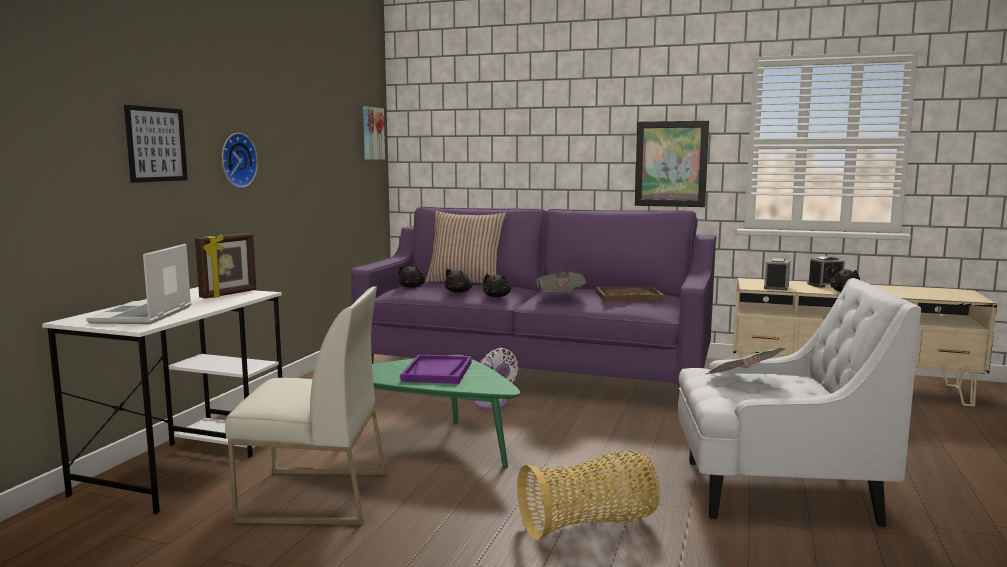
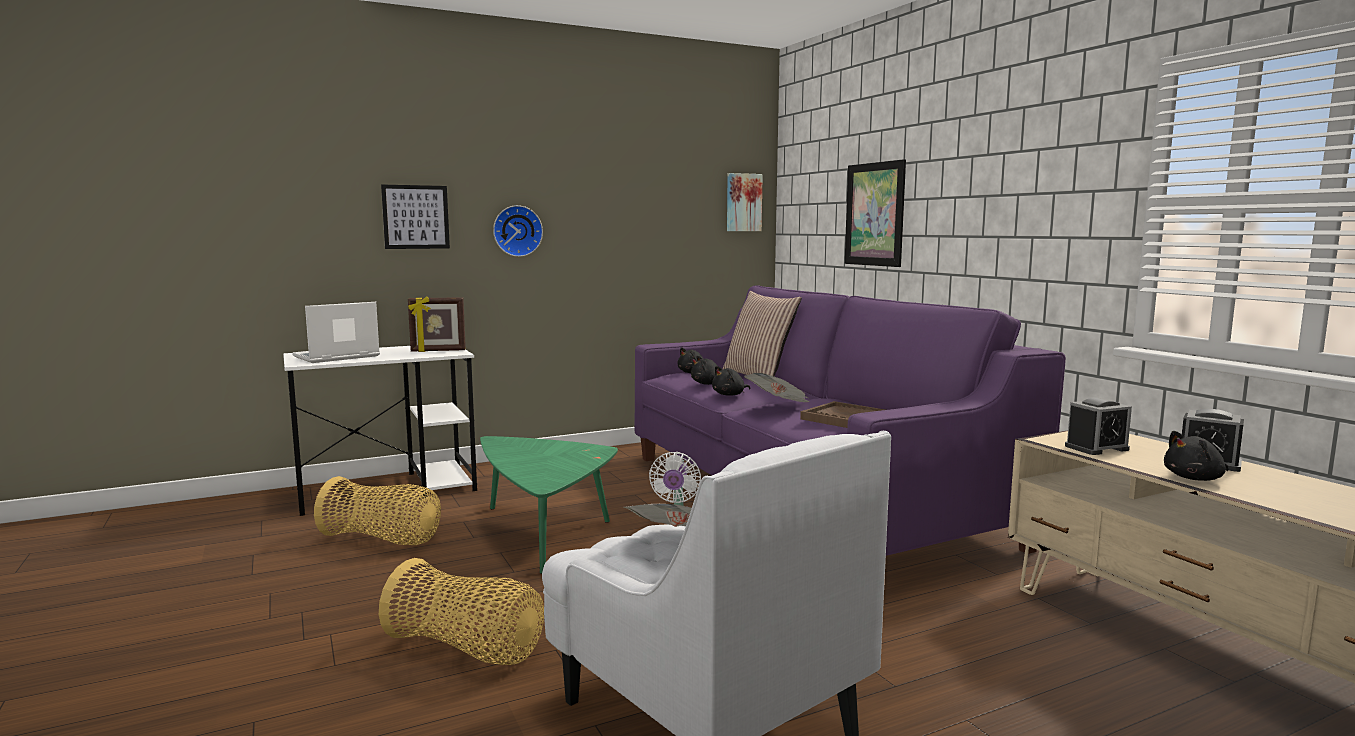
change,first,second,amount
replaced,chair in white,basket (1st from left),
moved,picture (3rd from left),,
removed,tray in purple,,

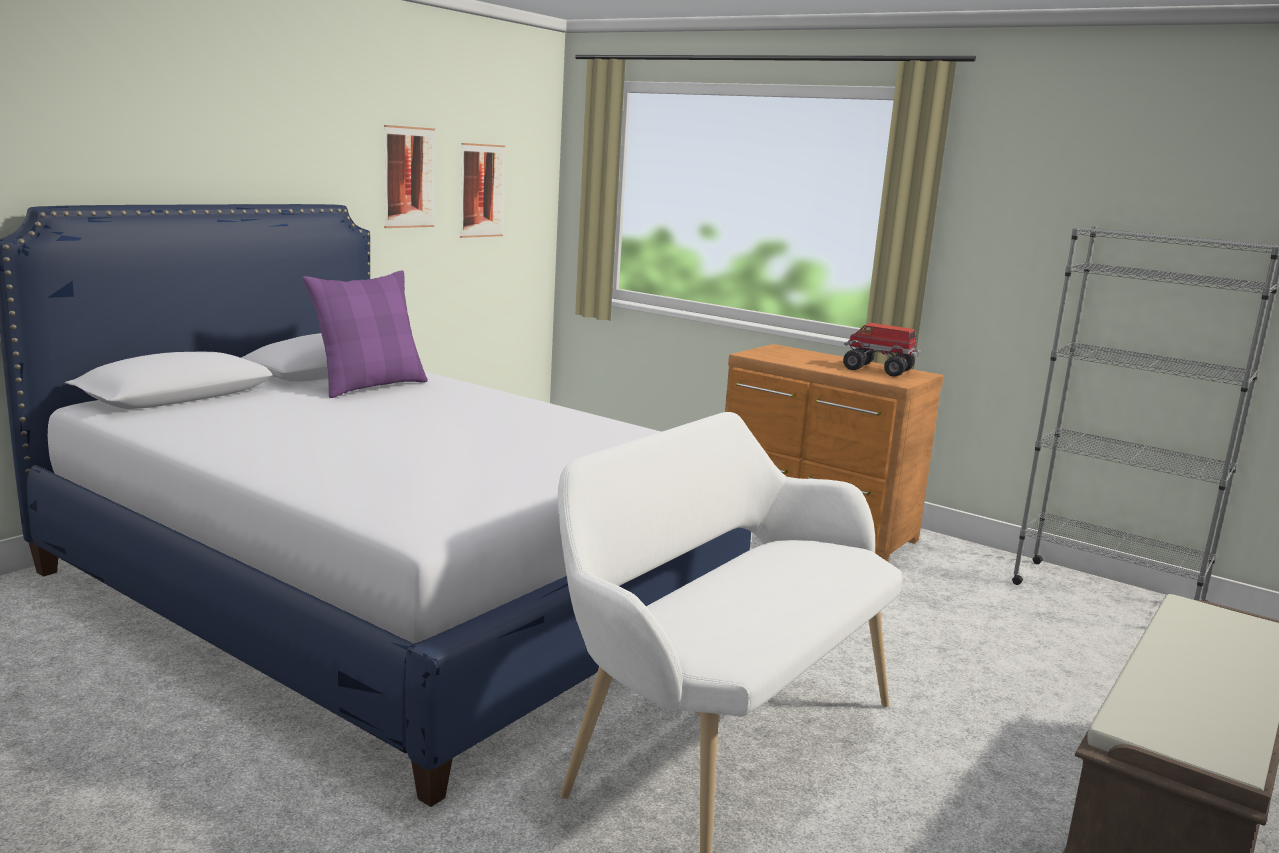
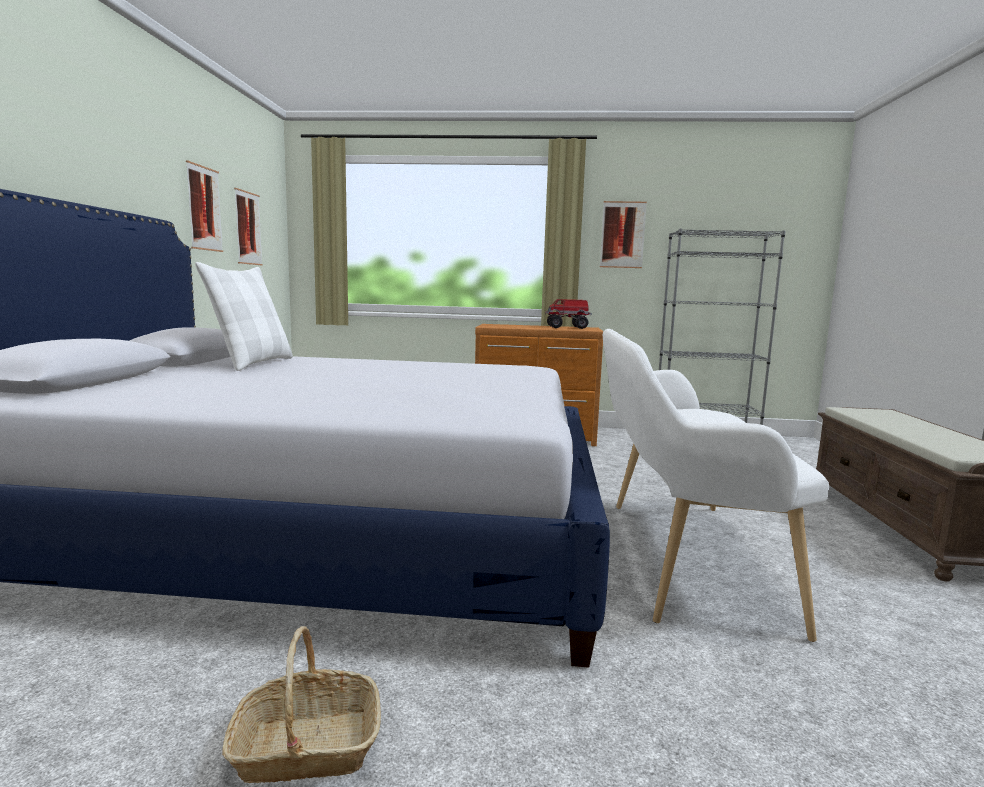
change,first,second,amount
recoloured,pillow in purple,pillow in white,
added,,basket,
added,,picture (3rd from left),

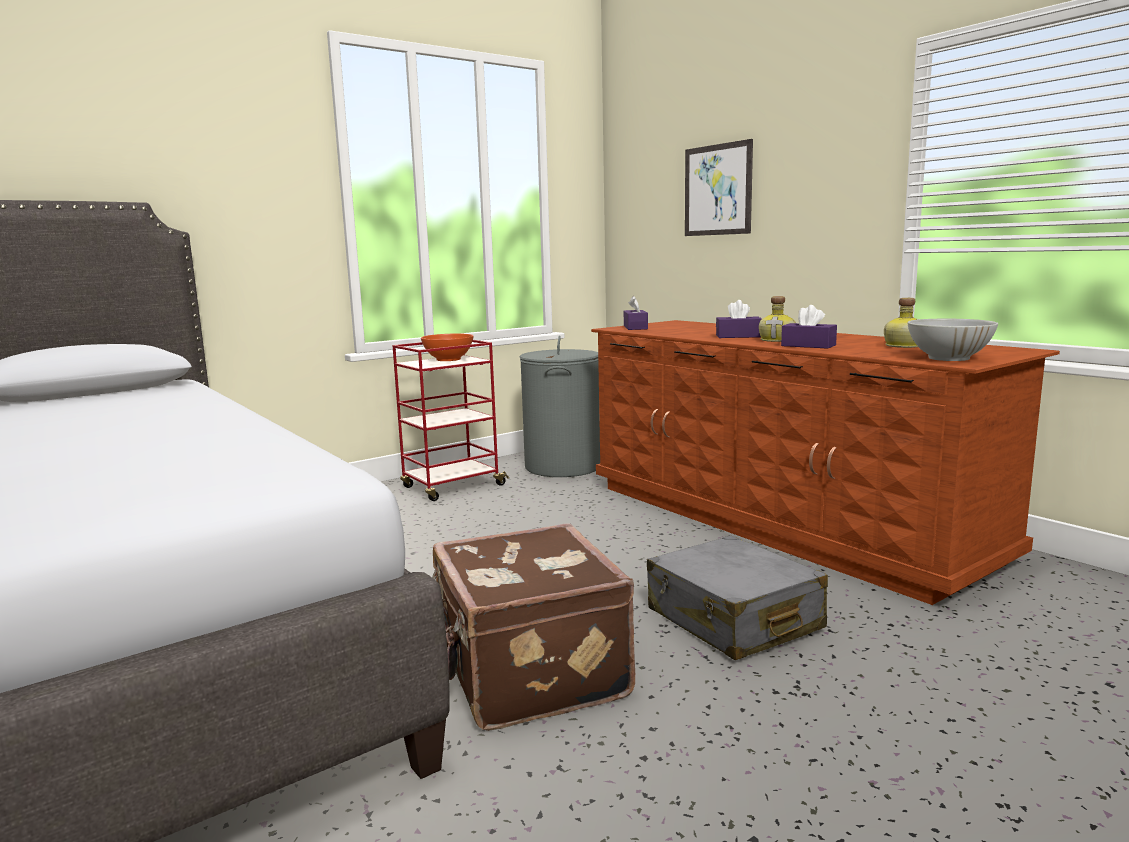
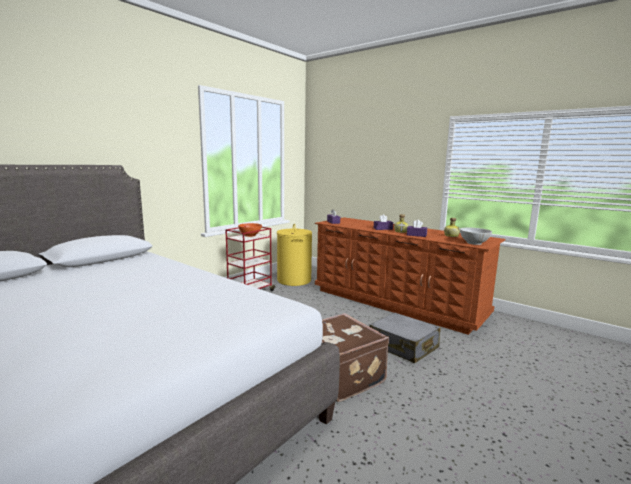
change,first,second,amount
recoloured,laundry basket in grey,laundry basket in yellow,
removed,picture,,

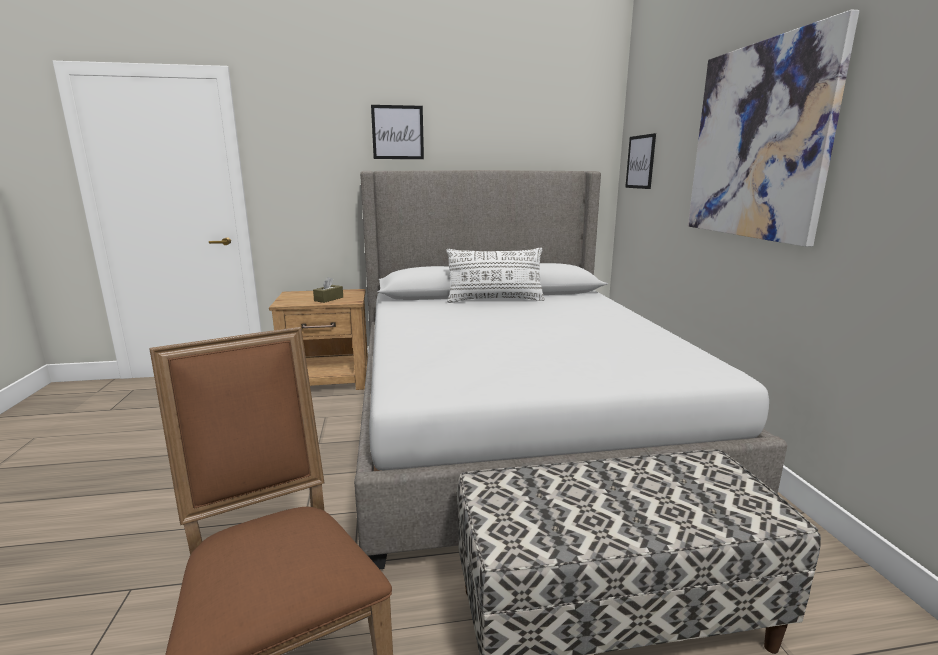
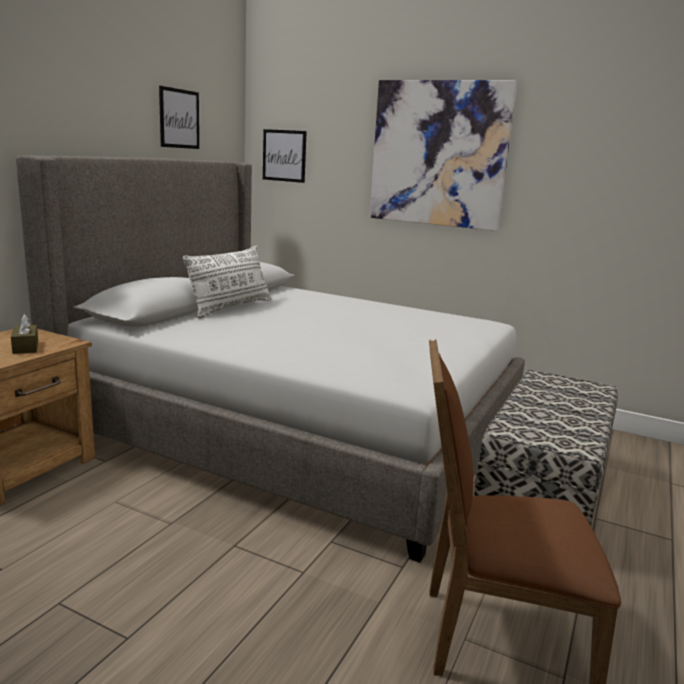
change,first,second,amount
moved,picture (1st from left),,

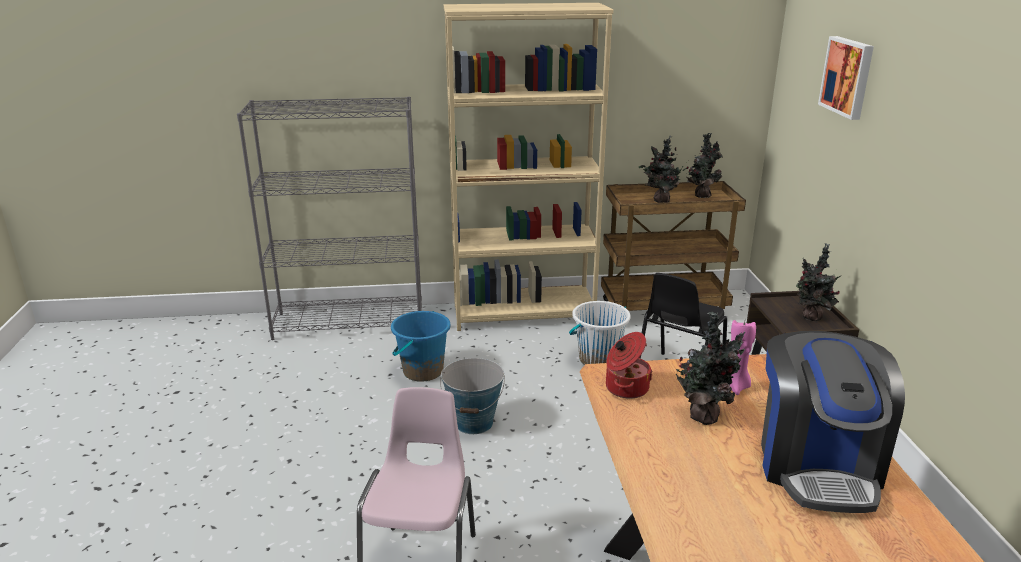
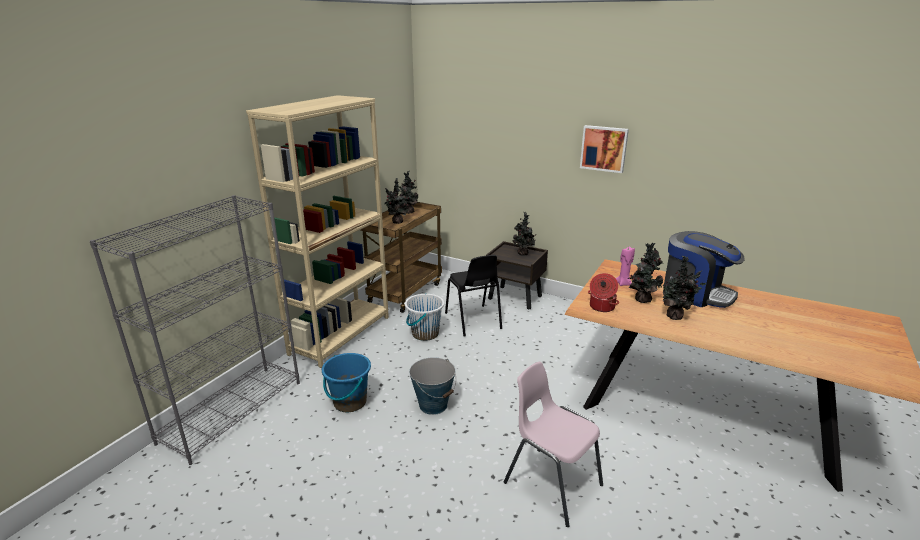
change,first,second,amount
moved,picture,,
added,,potted plant (5th from left),

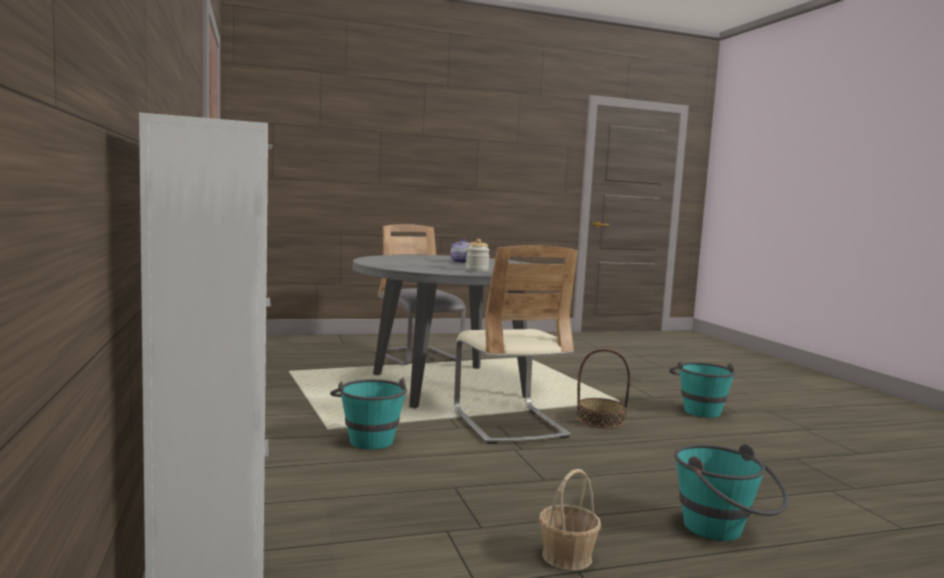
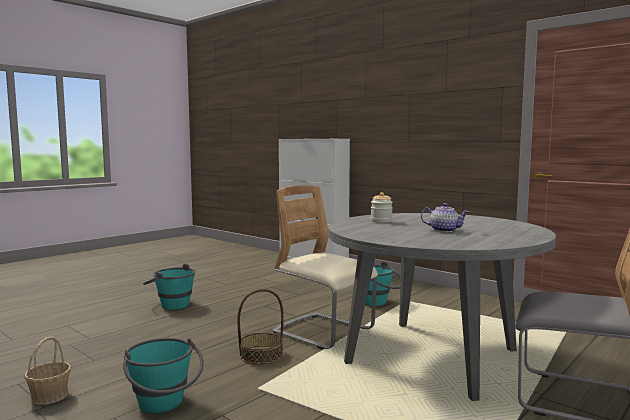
change,first,second,amount
moved,basket (1st from left),,

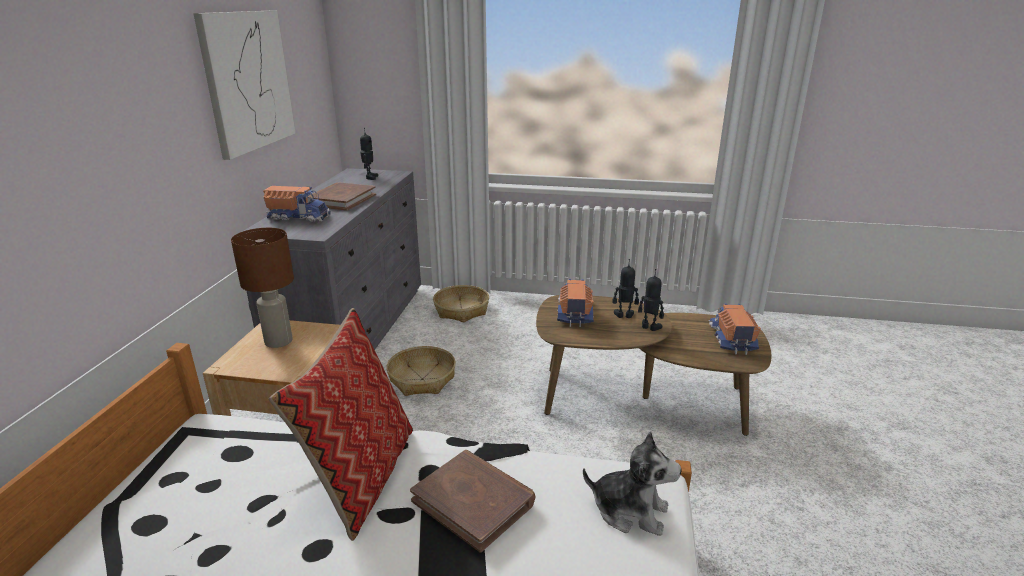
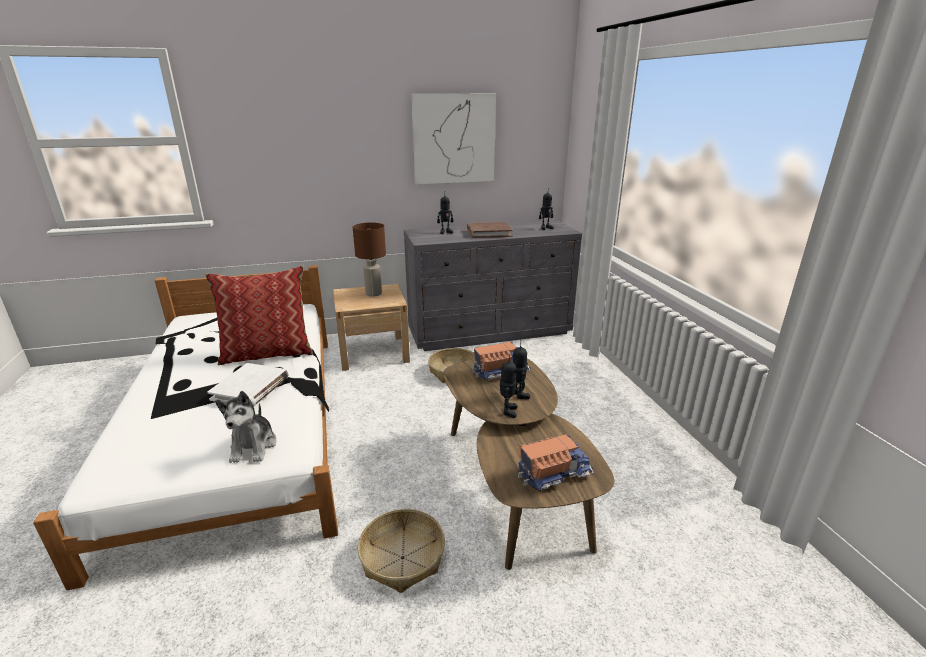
change,first,second,amount
recoloured,book in brown (2nd from left),book in white,
moved,basket (2nd from left in the first image),basket (1st from left),
replaced,toy truck (1st from left),toy robot (1st from left),

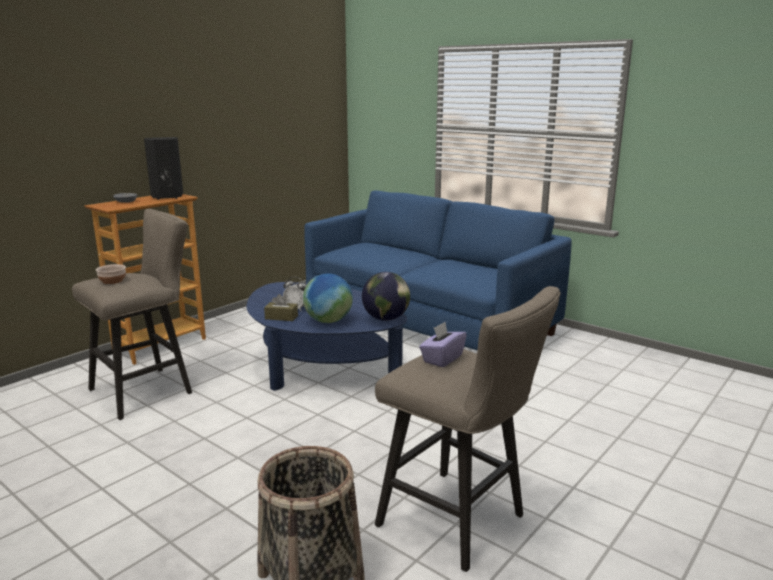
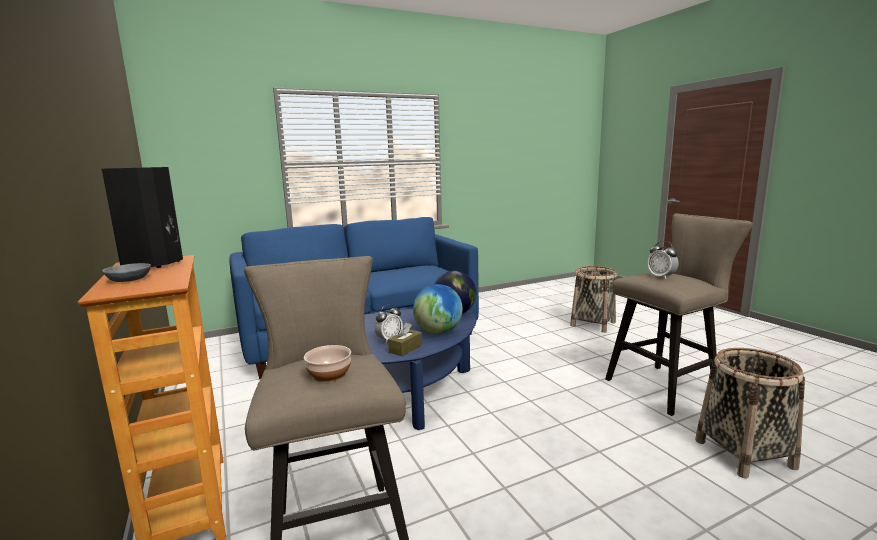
change,first,second,amount
added,,basket (1st from left),
replaced,tissue box in purple,alarm clock (2nd from left),

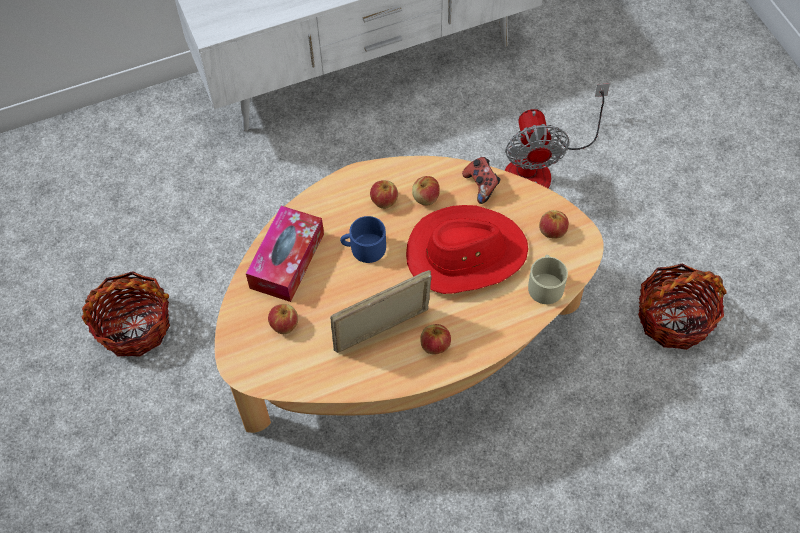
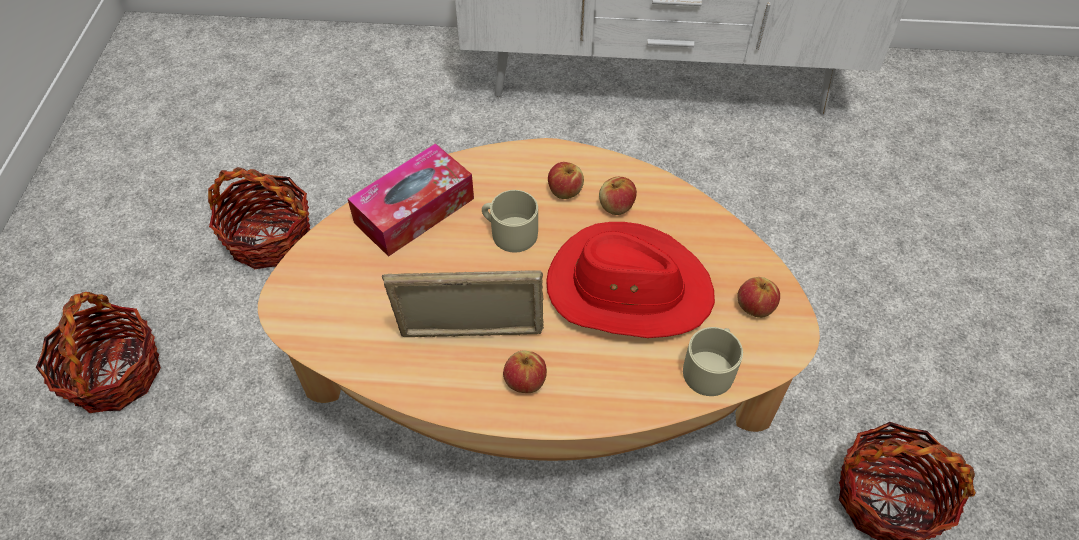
change,first,second,amount
added,,basket (1st from left),
recoloured,mug in blue,mug in beige (1st from left),
removed,apple (1st from left),,
removed,game controller,,
removed,fan,,

